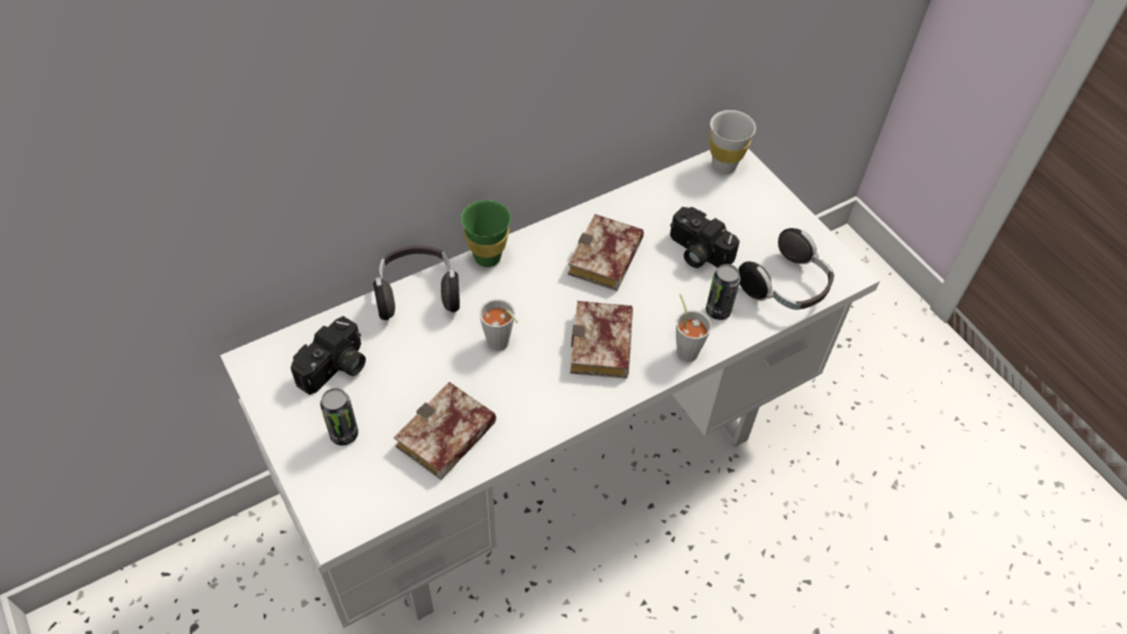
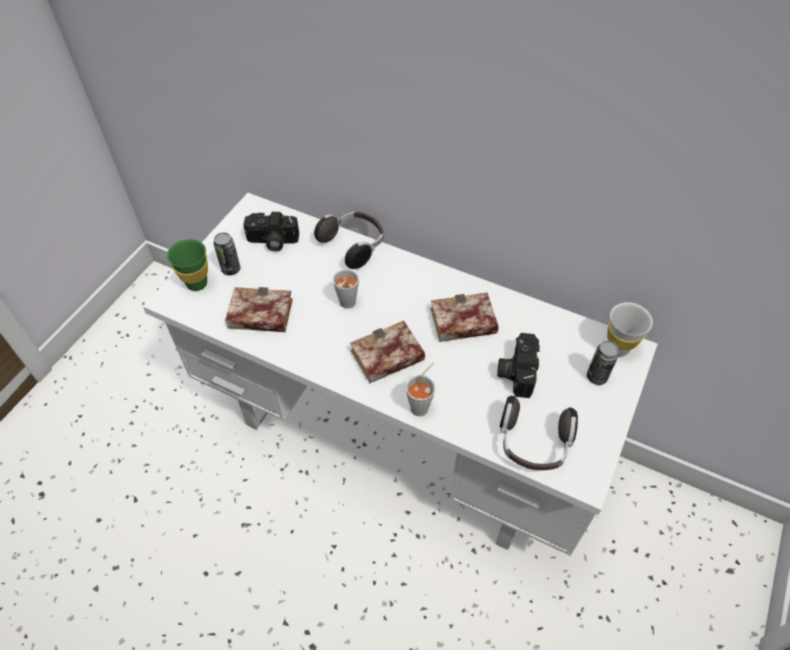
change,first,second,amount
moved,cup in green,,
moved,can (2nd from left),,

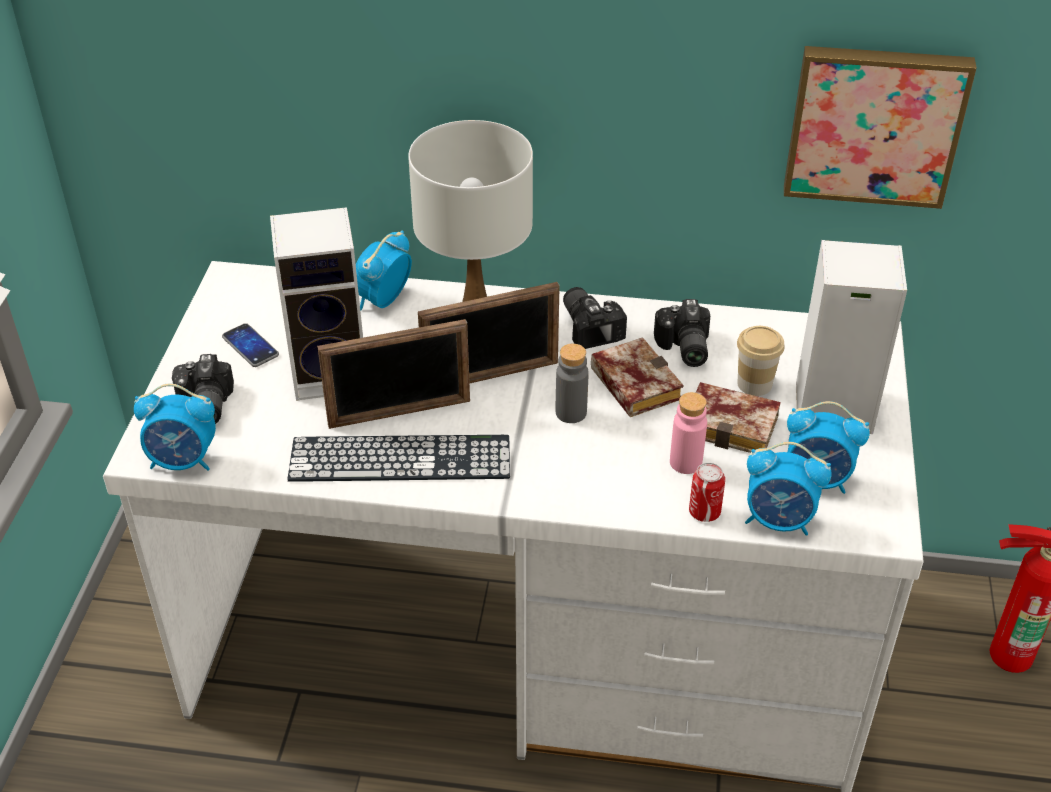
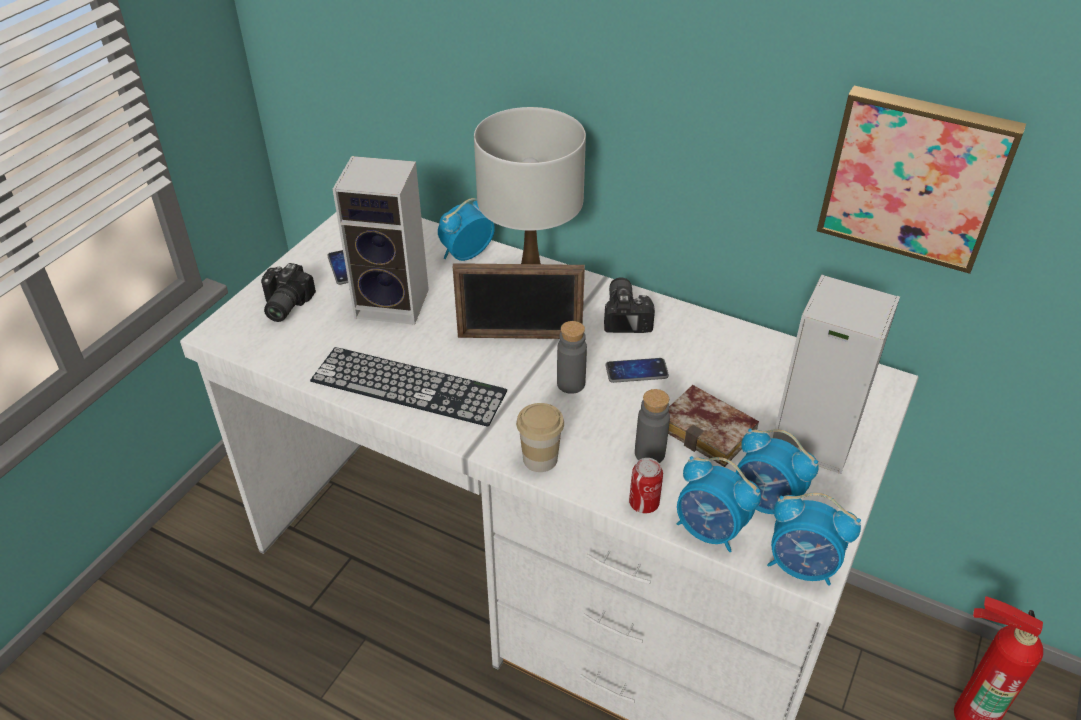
change,first,second,amount
moved,cup,,
replaced,book (1st from left),phone (2nd from left),
recoloured,bottle in pink,bottle in grey (2nd from left),
moved,alarm clock (1st from left in the first image),alarm clock (4th from left),
removed,picture frame (1st from left),,
removed,photo camera (3rd from left),,

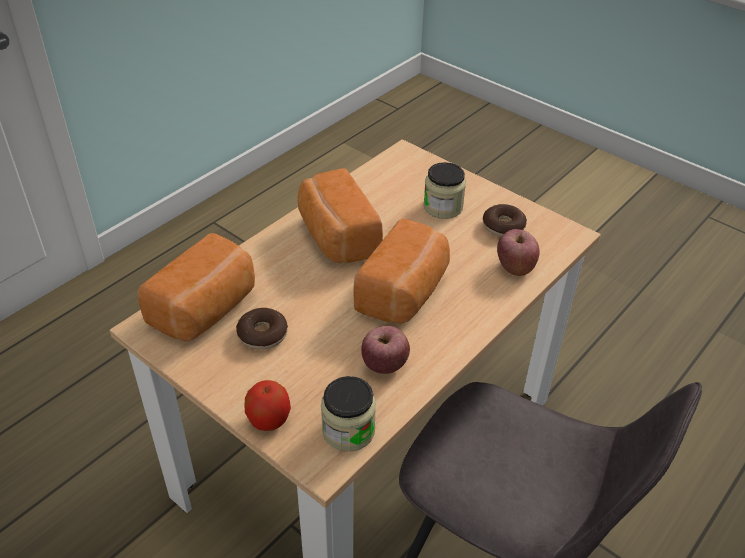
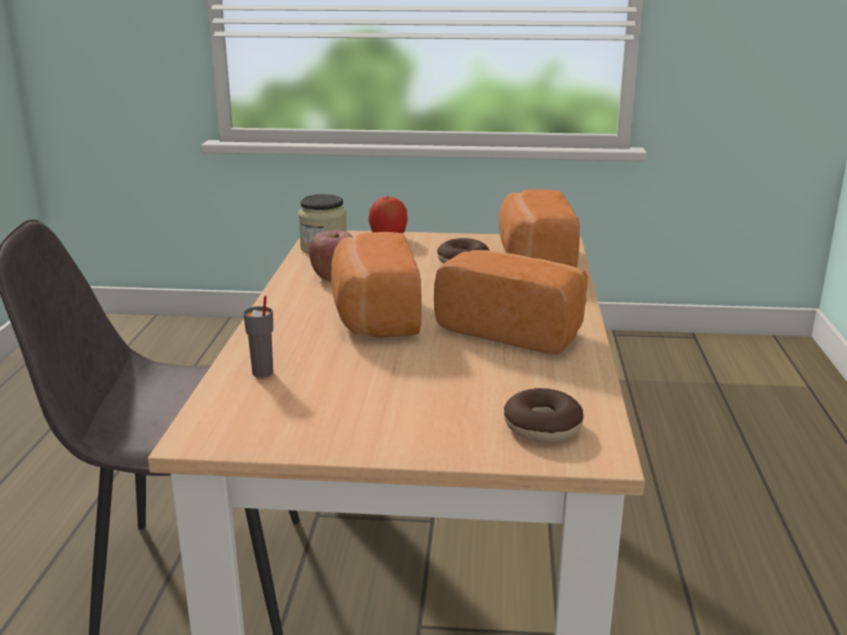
change,first,second,amount
replaced,apple (3rd from left),cup in grey,
moved,donut (2nd from left),,
removed,jar (2nd from left),,

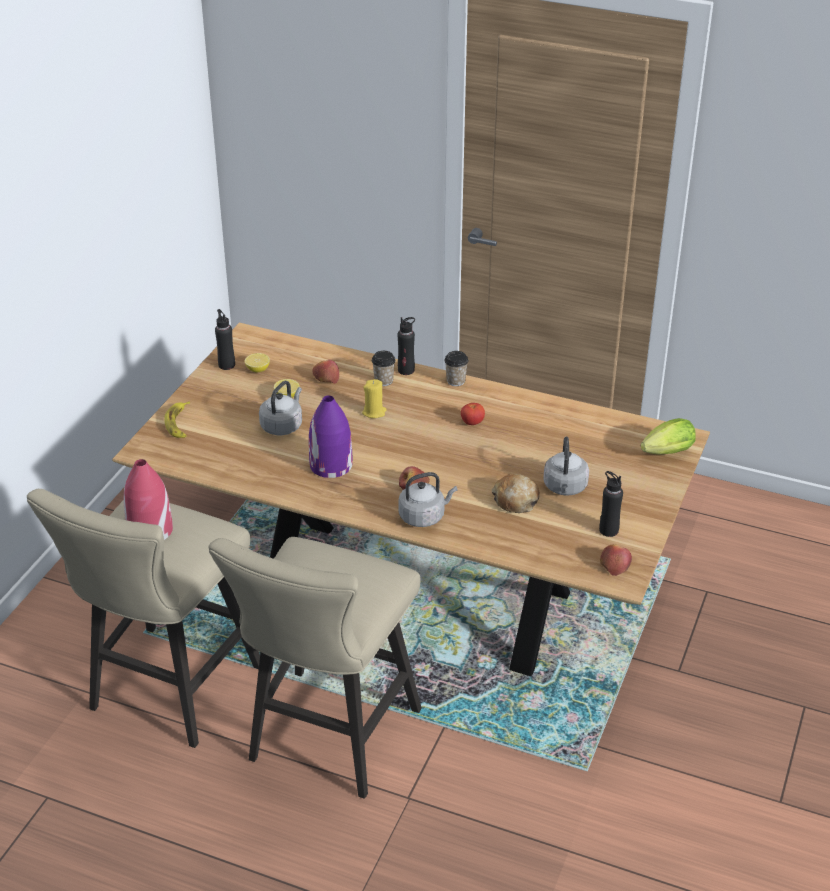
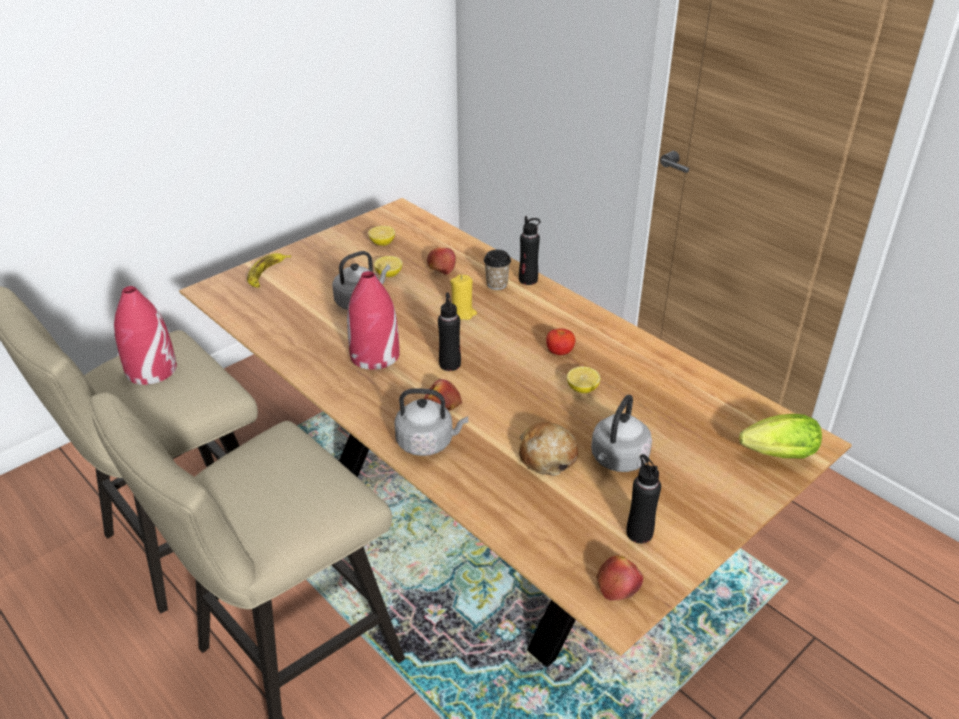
change,first,second,amount
recoloured,vase in purple,vase in red (2nd from left),
moved,bottle in black (1st from left),,
added,,lemon (3rd from left),
removed,cup (2nd from left),,

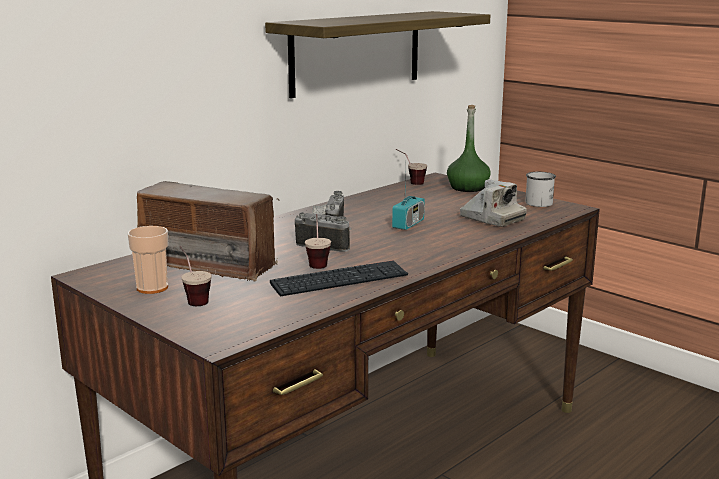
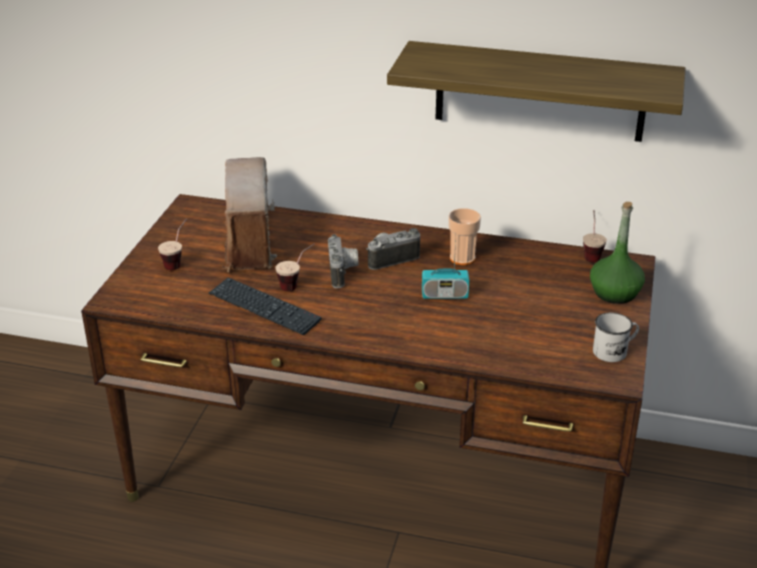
change,first,second,amount
moved,cup (1st from left in the first image),cup (3rd from left),
removed,photo camera (3rd from left),,

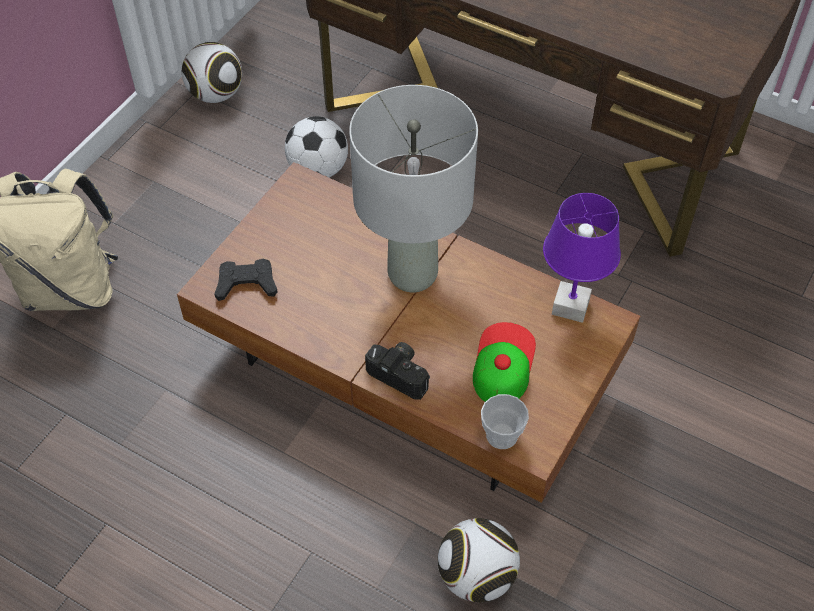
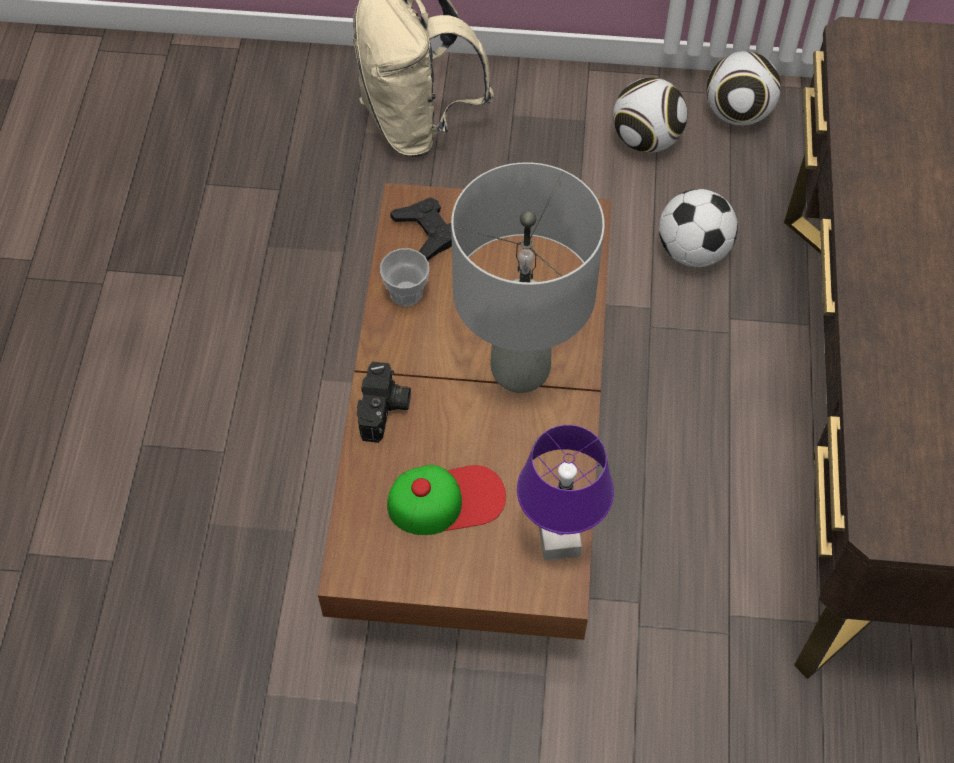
change,first,second,amount
moved,cup,,
moved,football (3rd from left in the first image),football (1st from left),

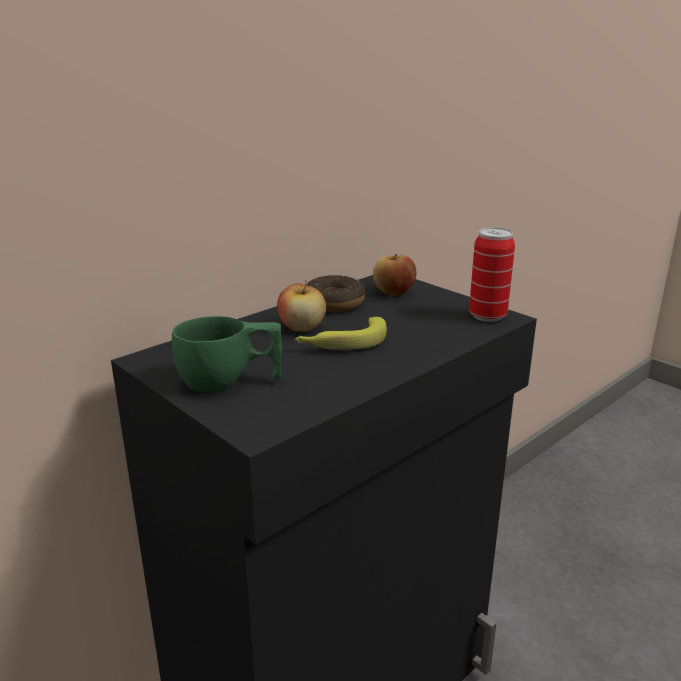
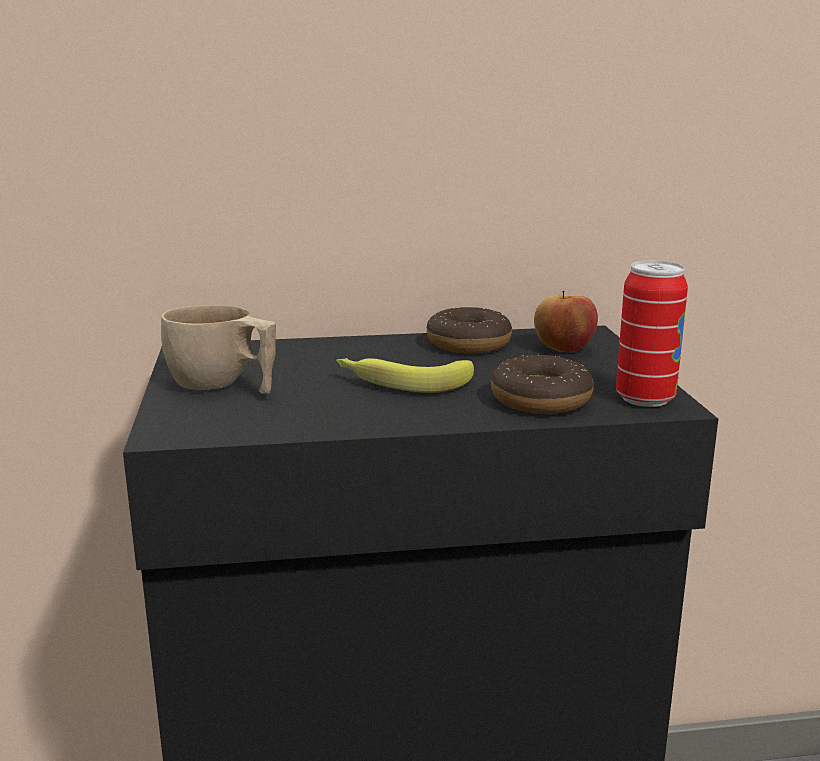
change,first,second,amount
recoloured,cup in green,cup in beige,
added,,donut (2nd from left),
removed,apple (1st from left),,

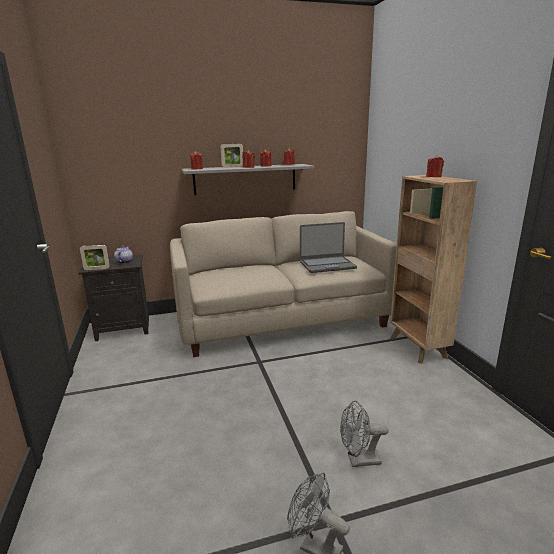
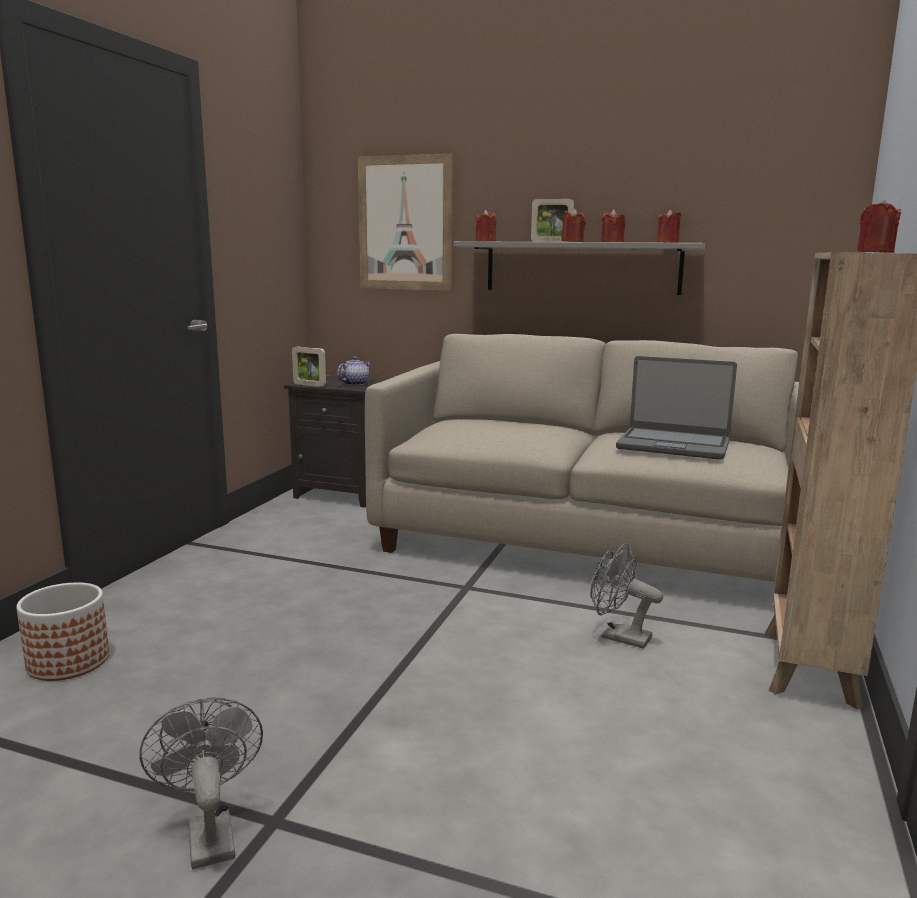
change,first,second,amount
added,,planter,
added,,picture,
moved,fan in grey (2nd from left),,

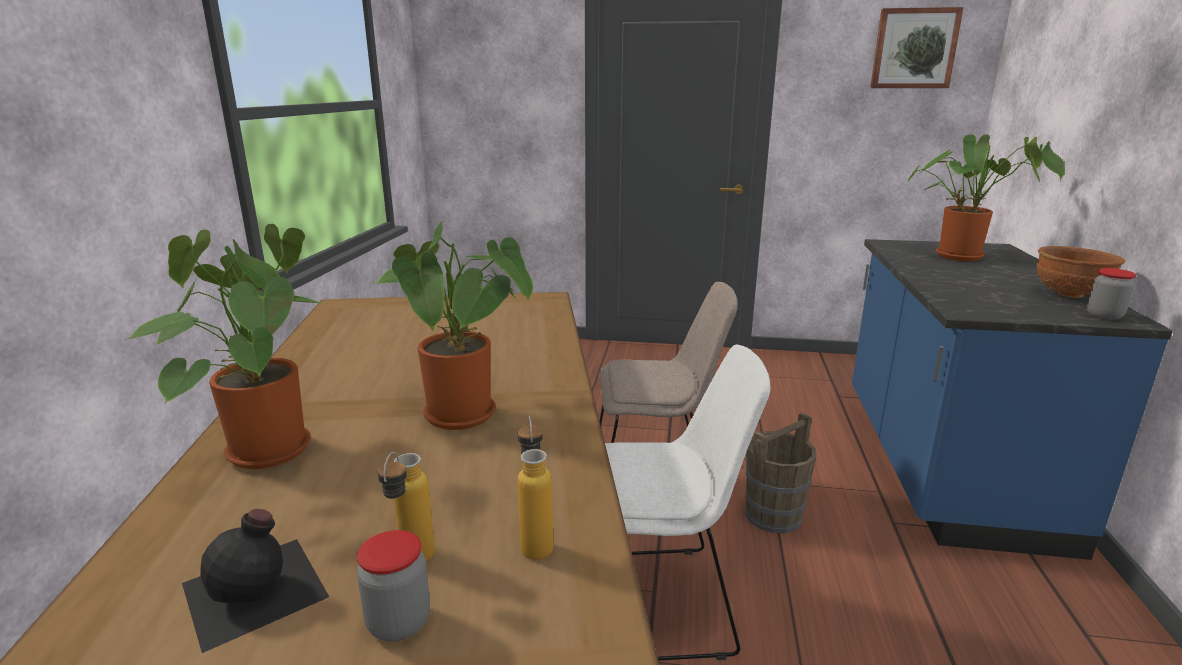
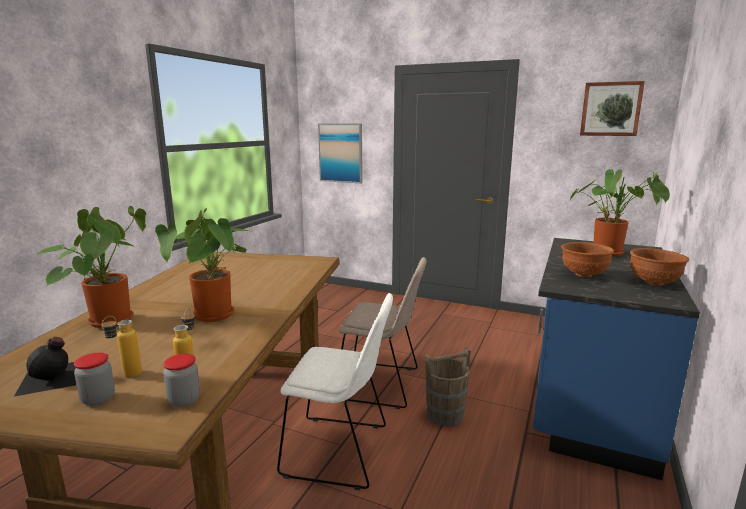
change,first,second,amount
moved,jar (2nd from left),,
added,,picture (1st from left),
added,,bowl in brown (1st from left),

